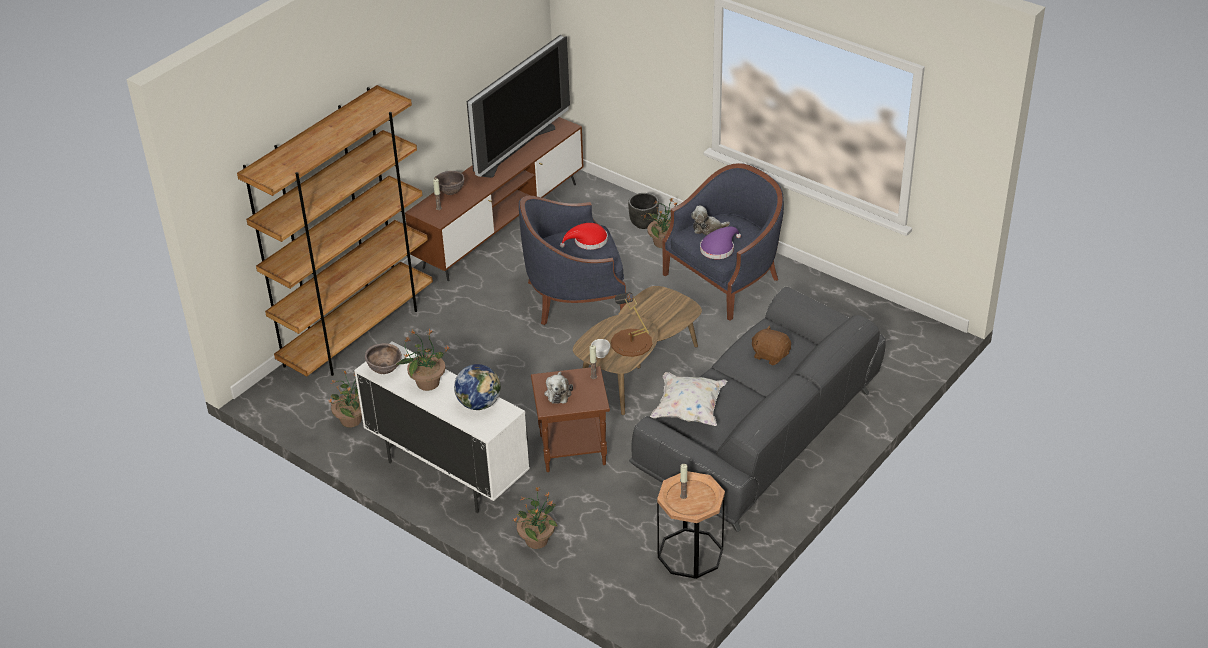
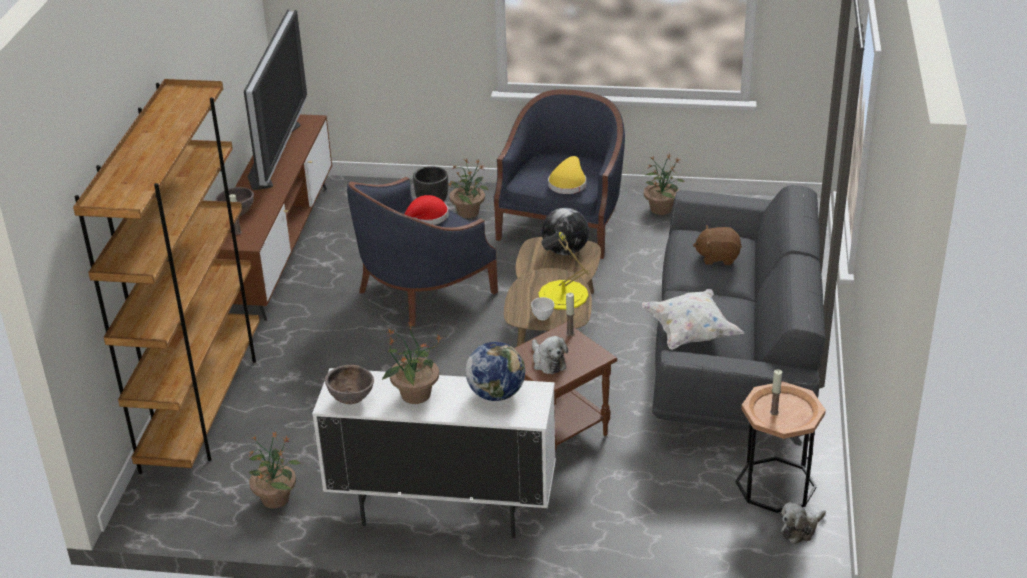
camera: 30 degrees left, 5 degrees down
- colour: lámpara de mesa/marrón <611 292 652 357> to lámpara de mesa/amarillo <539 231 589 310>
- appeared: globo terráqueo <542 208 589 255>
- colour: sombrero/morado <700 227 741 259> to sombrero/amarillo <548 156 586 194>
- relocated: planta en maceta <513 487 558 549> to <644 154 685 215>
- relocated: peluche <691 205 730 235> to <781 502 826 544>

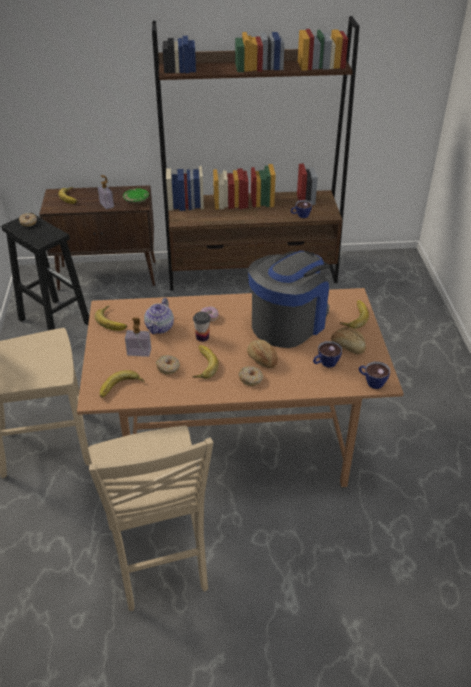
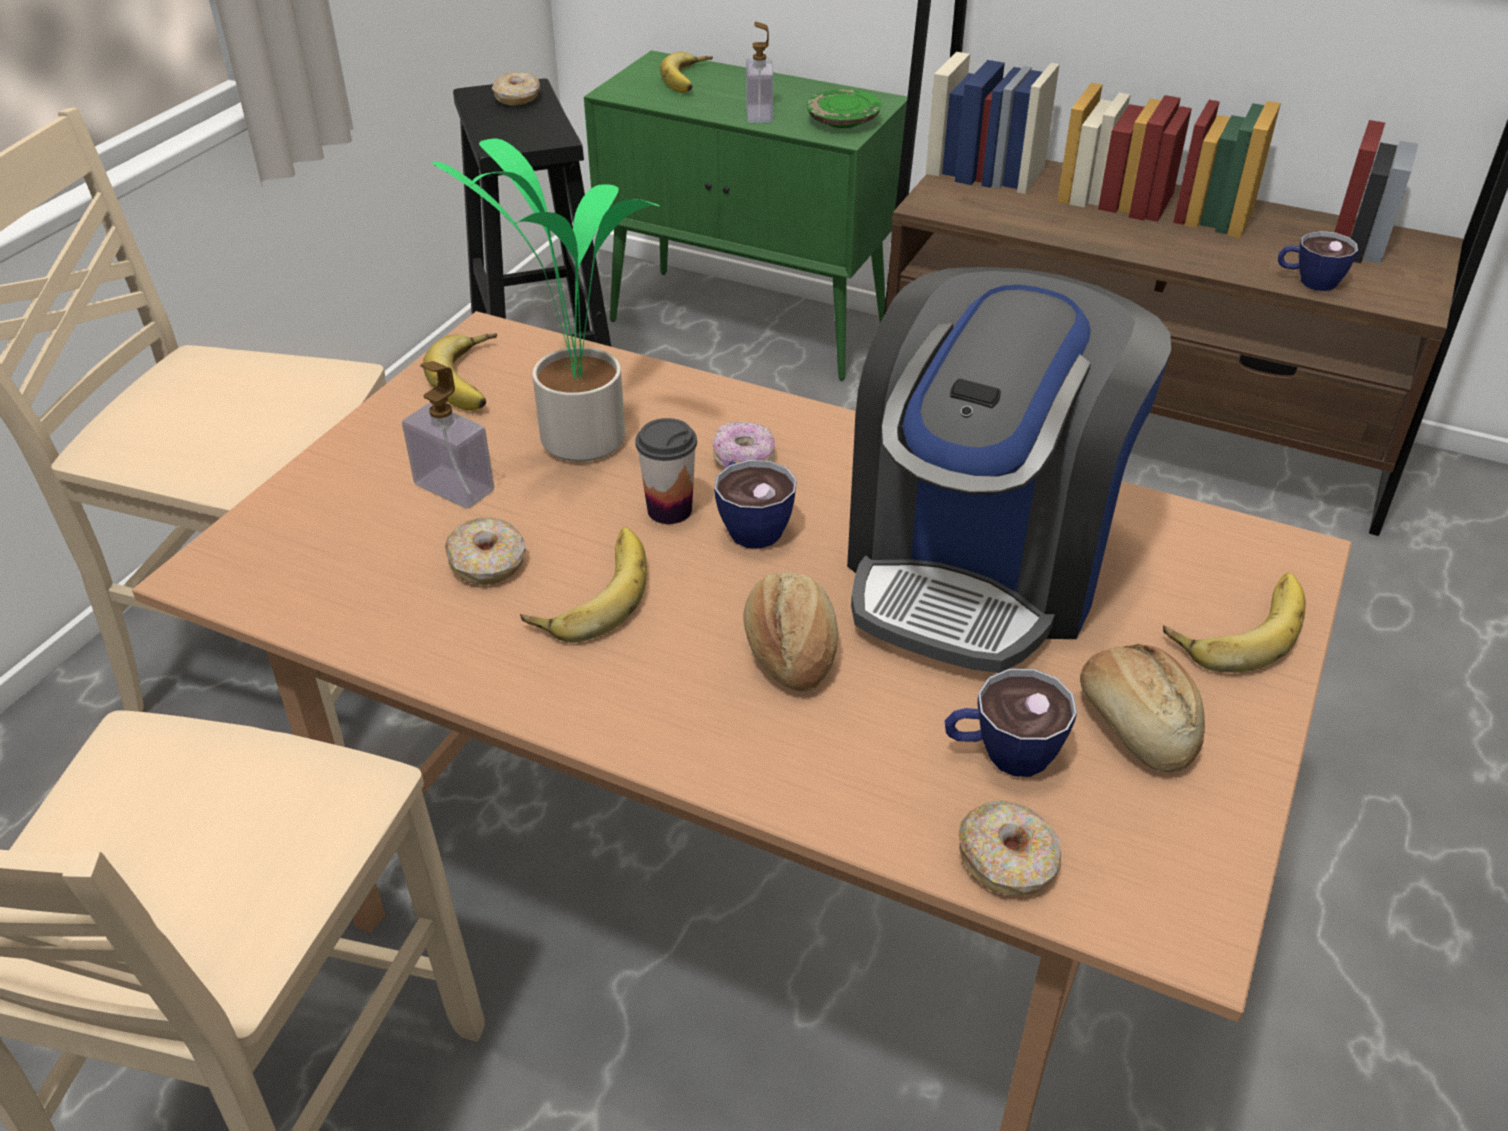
camera: 30 degrees right, 0 degrees up
- exchanged: tetera <144 298 174 334> to planta en maceta <432 139 660 462>
- colour: armario/marrón <39 185 156 291> to armario/verde <584 50 907 381>
- relocated: taza <359 362 390 389> to <714 460 797 549>
- spun: cafetera <248 251 330 348> = <847 267 1171 673> 135 degrees clockwise
- relocated: rosquilla <238 366 263 386> to <959 801 1061 895>
- missing: plátano <100 370 145 398>

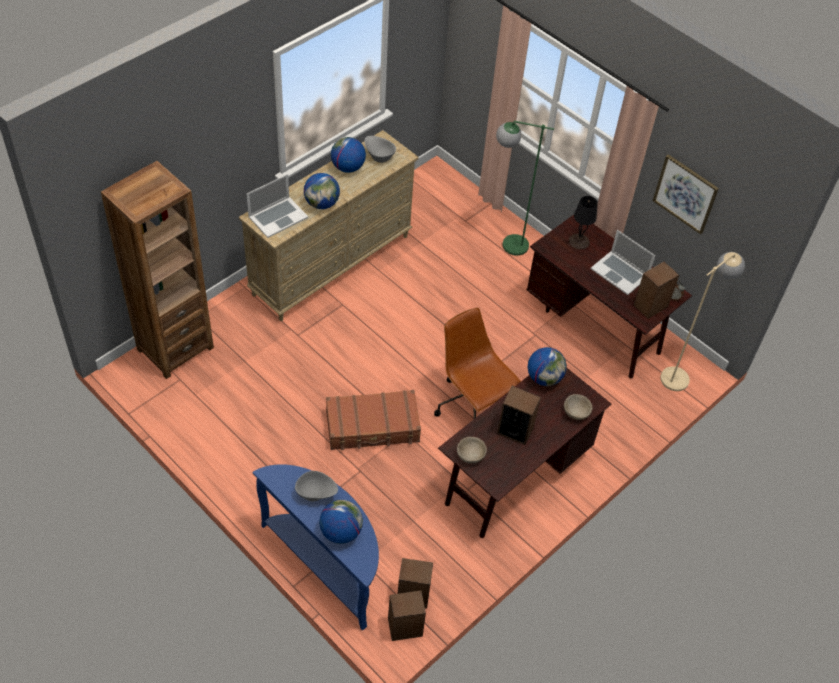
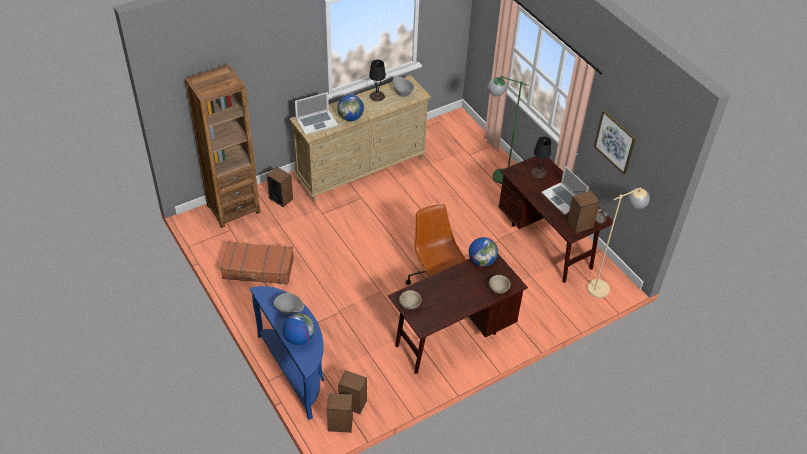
camera: 15 degrees right, 5 degrees down
- relocated: maleta/marrón <326 390 421 451> to <220 241 294 285>
- relocated: altavoz <497 386 541 445> to <267 167 293 207>
- exchanged: globo terráqueo <331 137 366 173> to lámpara de mesa/negro <369 59 386 102>

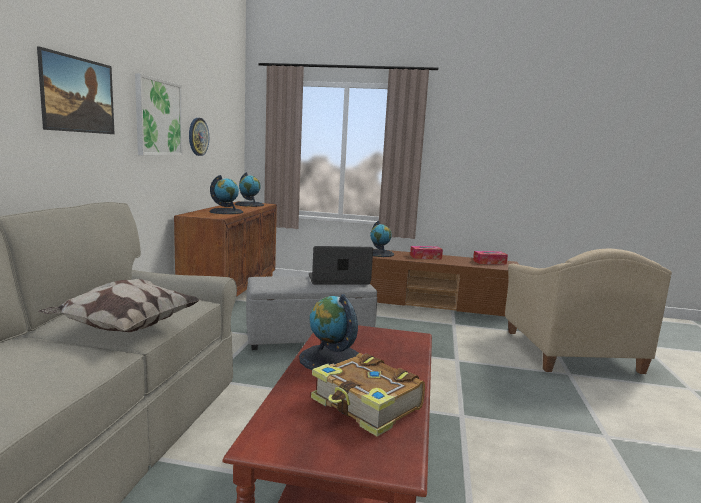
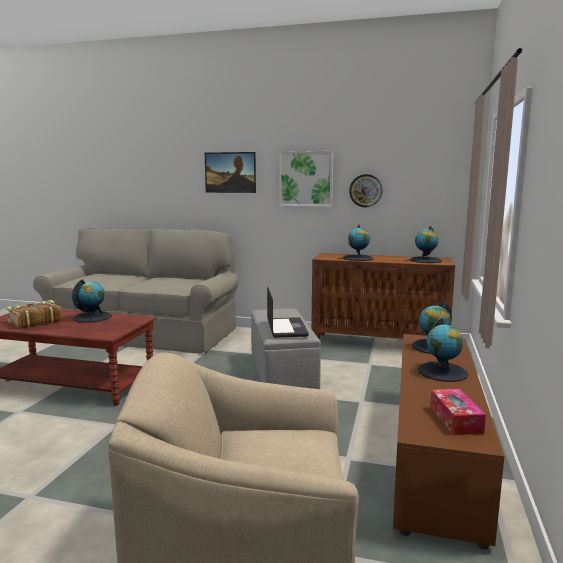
camera: 95 degrees right, 0 degrees up
- exchanged: caja de pañuelos <410 246 443 259> to globo terráqueo <418 318 468 382>
- missing: cojín <38 279 200 332>

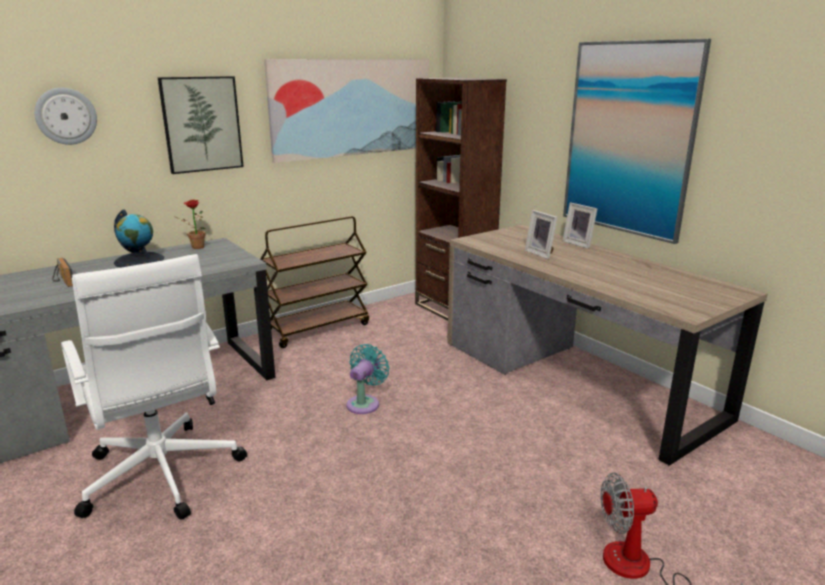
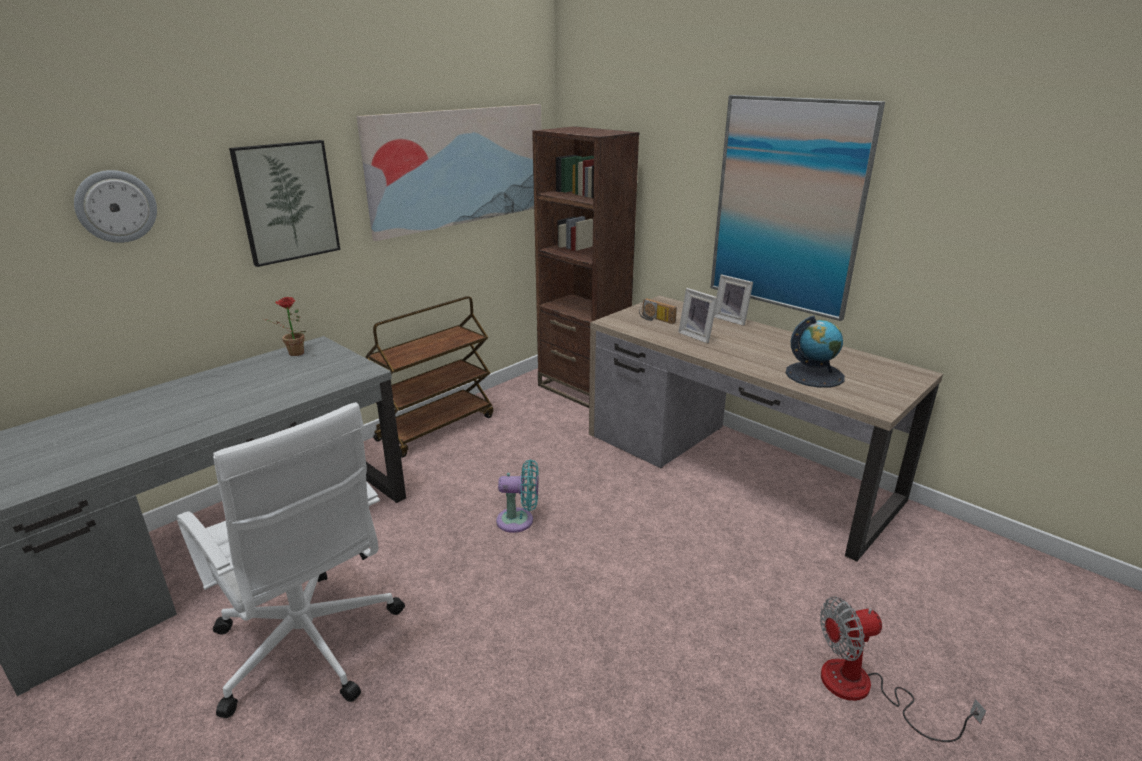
camera: 10 degrees left, 5 degrees up
- spun: ventilador/turquesa <346 344 390 414> = <496 459 539 533> 75 degrees clockwise
- relocated: radio <52 258 73 287> to <639 298 677 324>
- relocated: globo terráqueo <114 209 164 268> to <786 316 845 388>

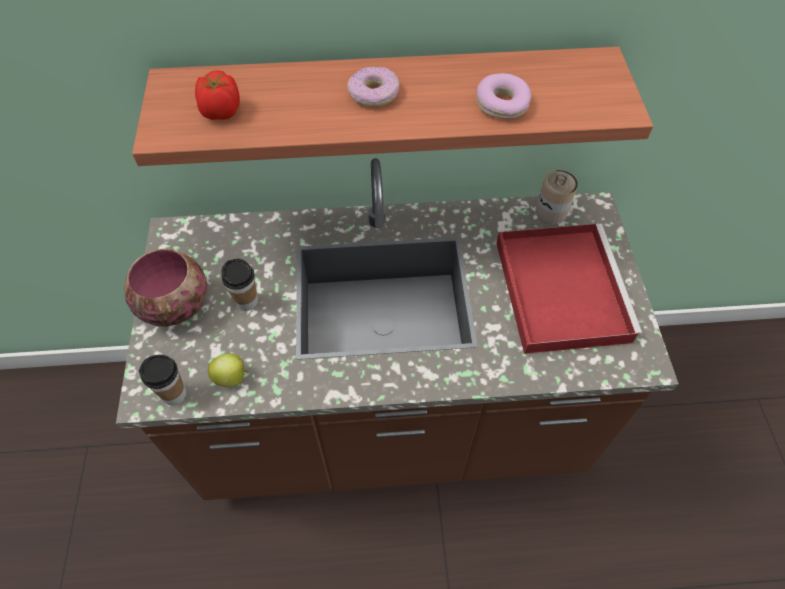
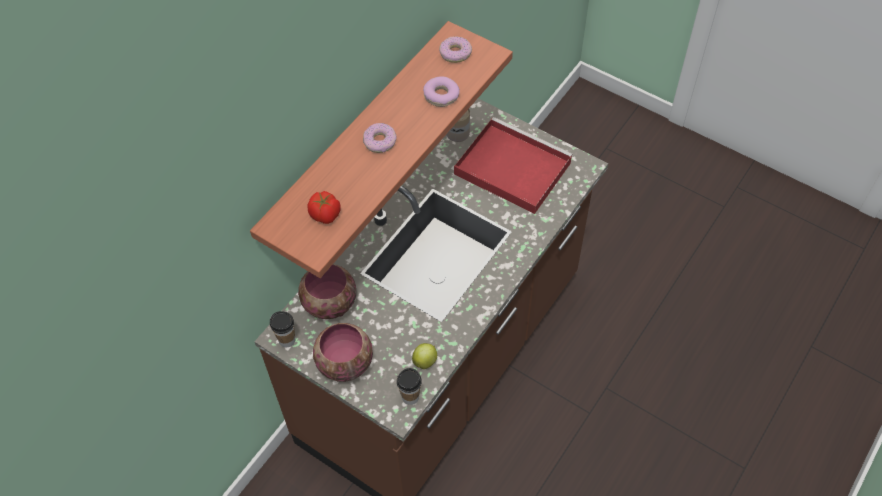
camera: 50 degrees left, 0 degrees up
- relocated: taza <221 258 258 311> to <270 311 295 347>
- appeared: cuenco <298 264 356 319>
- appeared: rosquilla <439 36 472 63>

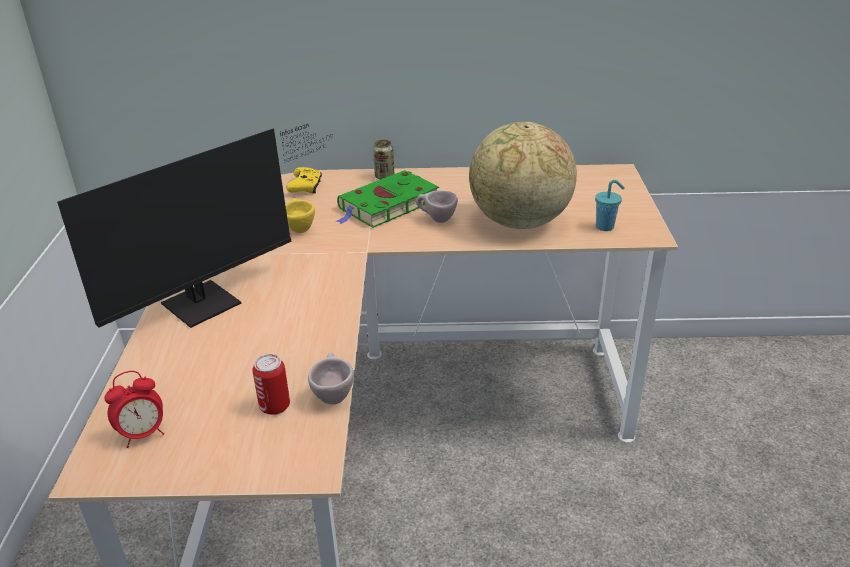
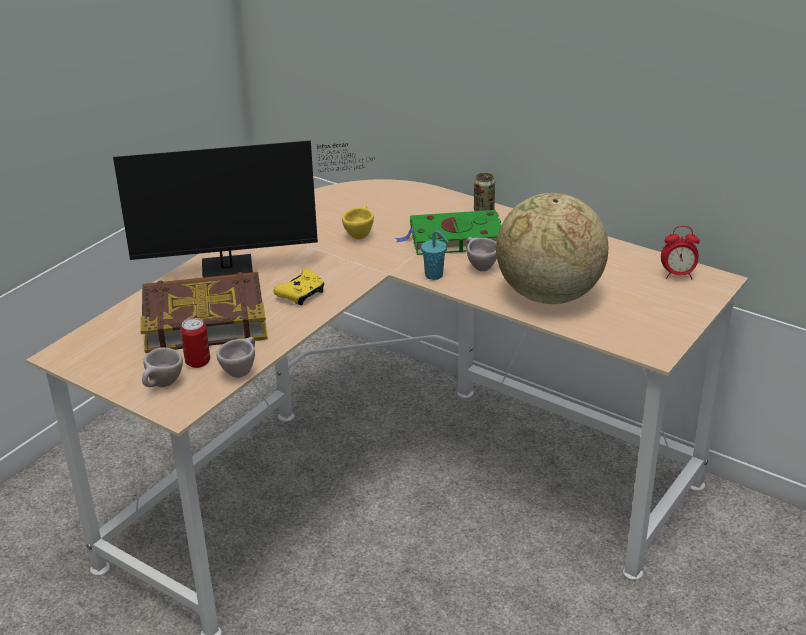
camera: 35 degrees right, 0 degrees up
- appeared: libro <140 272 268 353>
- appeared: taza/beis <142 348 183 387>
- relocated: mando de consola/amarillo <286 167 322 194> to <273 269 324 306>
- relocated: taza/turquesa <595 180 625 231> to <421 230 448 280>
- relocated: despertador <104 371 165 448> to <661 226 700 280>

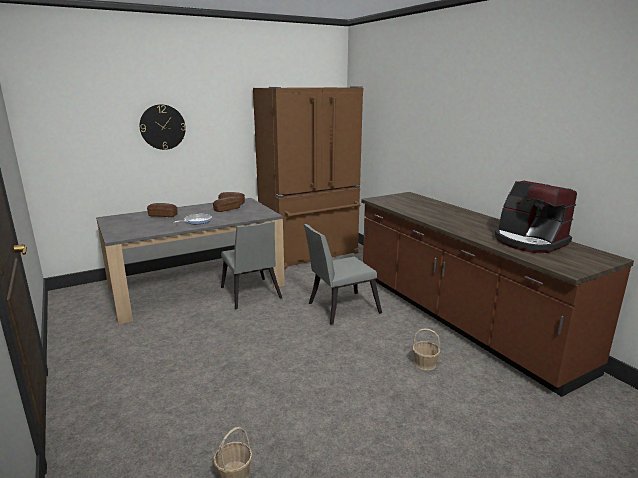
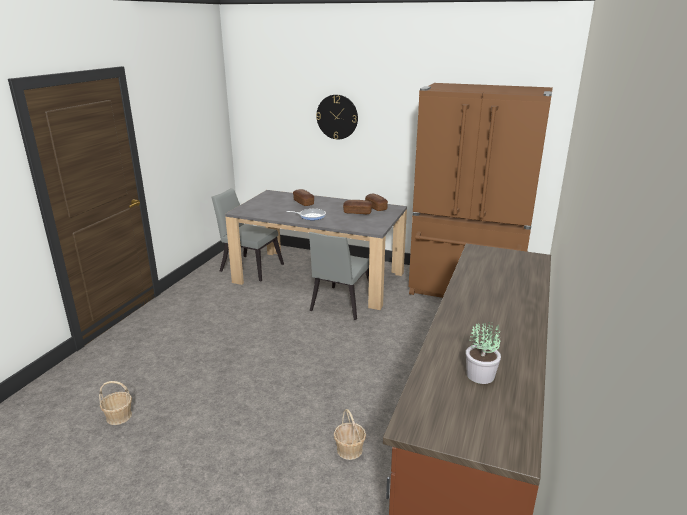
camera: 50 degrees right, 5 degrees up
- relocated: silla/gris <304 224 382 325> to <211 188 284 281>
- exchanged: cafetera <495 181 577 253> to planta en maceta <466 322 501 384>

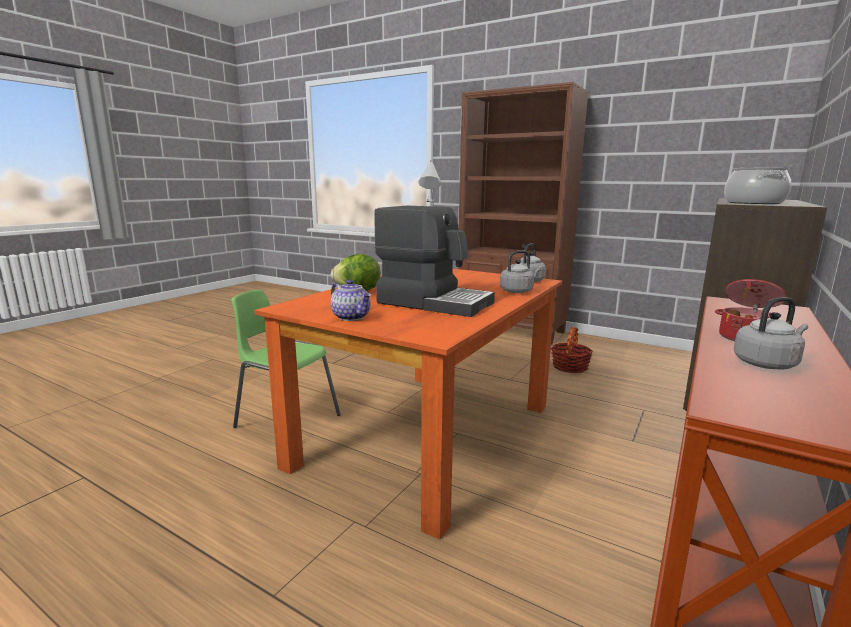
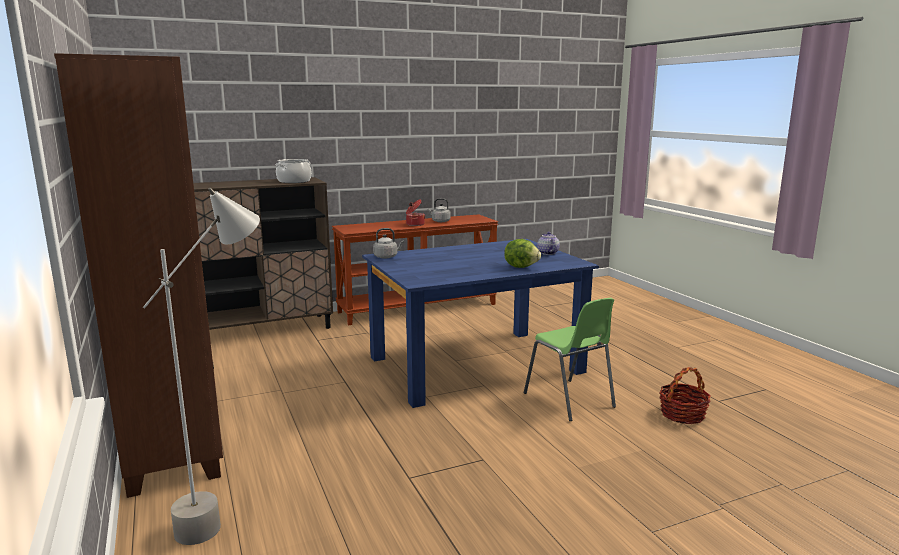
camera: 145 degrees left, 0 degrees up
- colour: mesa de comedor/naranja <254 269 562 539> to mesa de comedor/azul <362 239 599 408>
- relocated: cesta <551 327 593 373> to <659 367 711 424>
- missing: cafetera <374 206 495 317>
- missing: hervidor/gris <500 250 541 293>

